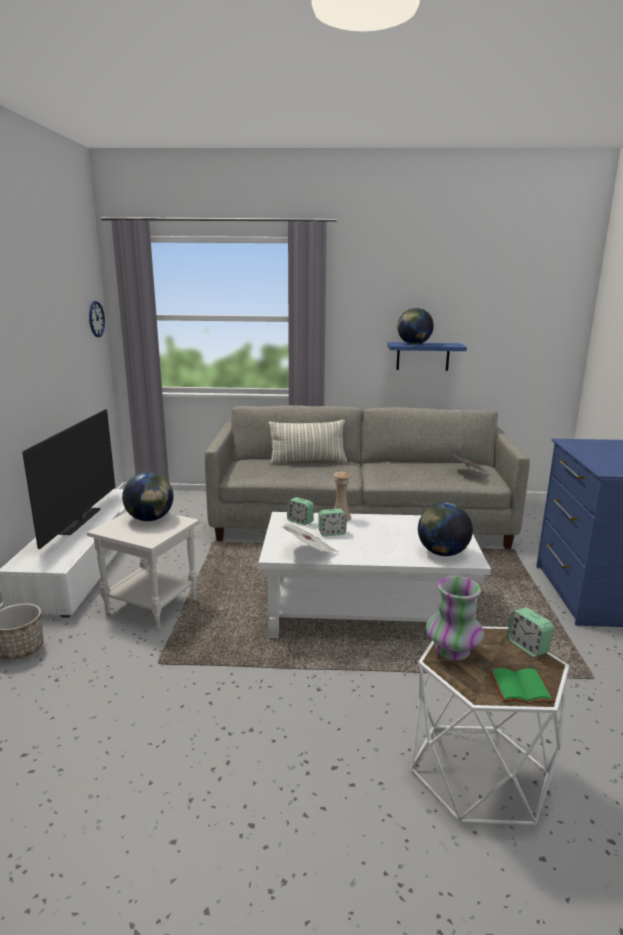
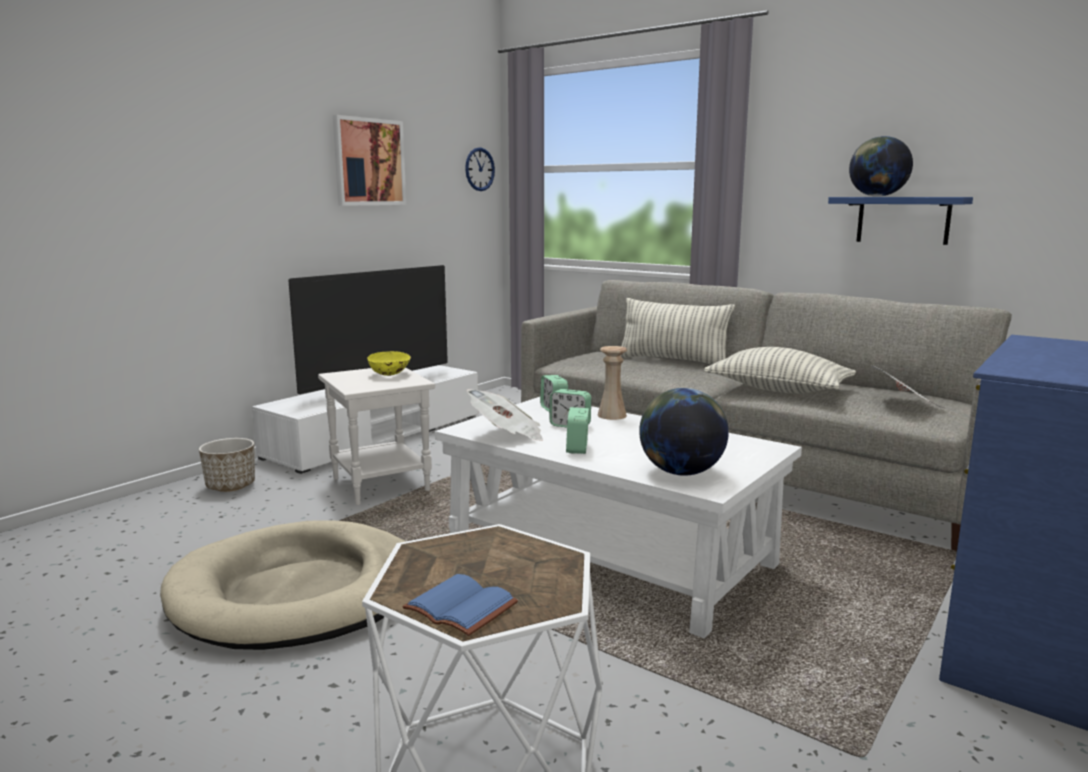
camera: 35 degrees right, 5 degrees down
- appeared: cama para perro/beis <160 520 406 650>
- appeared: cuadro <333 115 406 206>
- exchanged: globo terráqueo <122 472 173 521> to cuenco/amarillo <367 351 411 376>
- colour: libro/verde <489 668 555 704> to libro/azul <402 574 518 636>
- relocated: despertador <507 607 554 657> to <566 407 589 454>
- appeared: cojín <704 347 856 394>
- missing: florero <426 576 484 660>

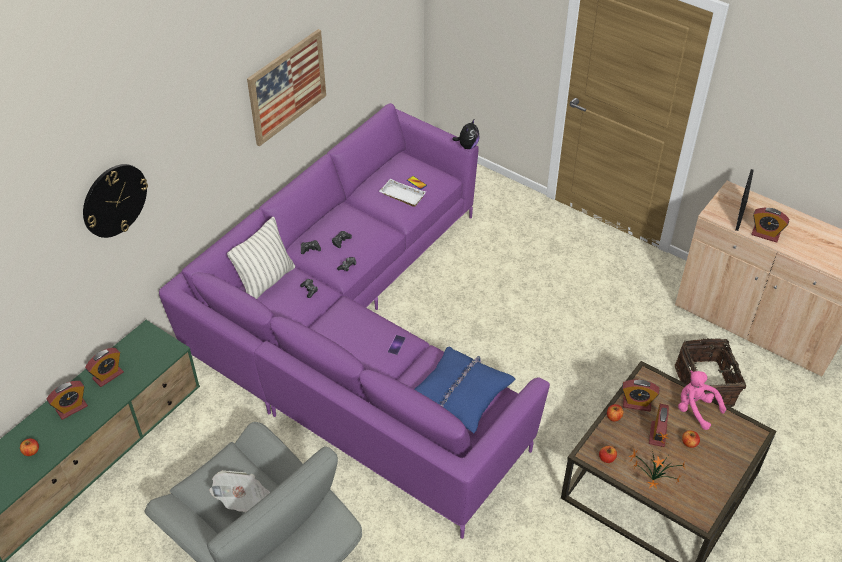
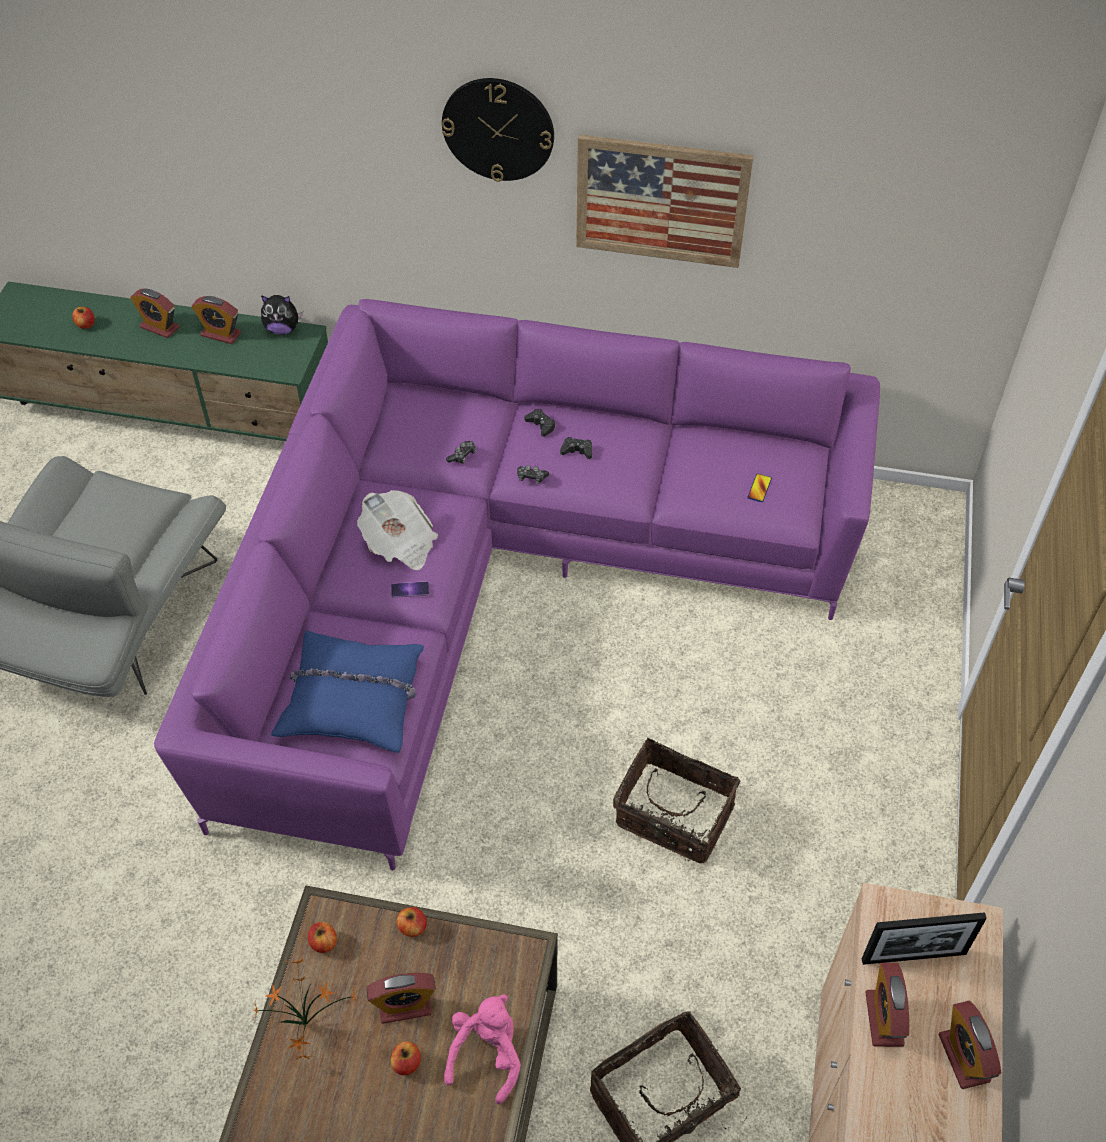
camera: 65 degrees right, 5 degrees up
- relocated: peluche <452 118 480 149> to <261 295 303 335>
- relocated: periódico <209 470 270 512> to <357 490 438 570>
- relocated: reloj de pared <83 164 148 238> to <442 78 554 182>
- appeared: cesta <613 738 740 863>
- relocated: despertador <622 379 659 412> to <939 1000 1002 1089>
- missing: cojín <227 217 295 299>
- missing: bandeja/blanco <379 179 426 207>

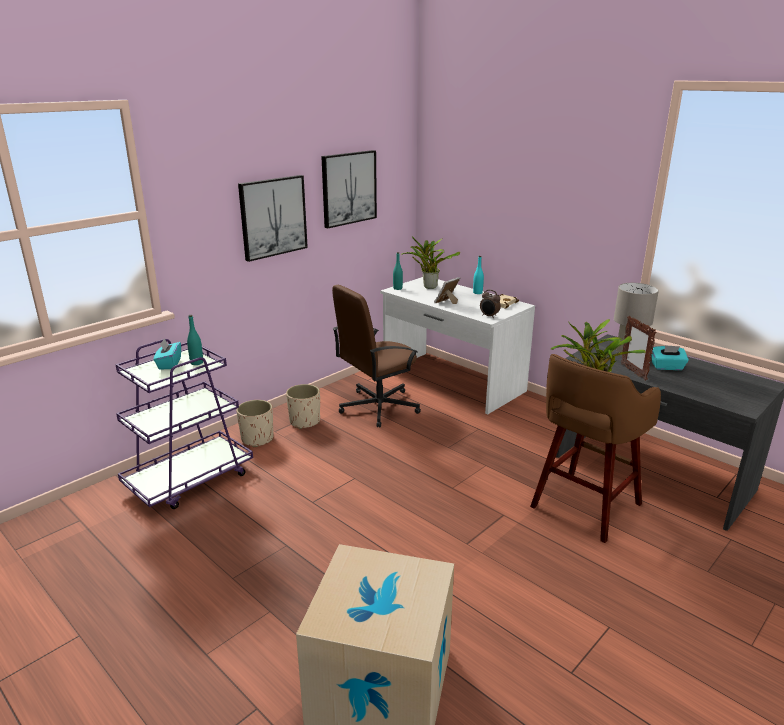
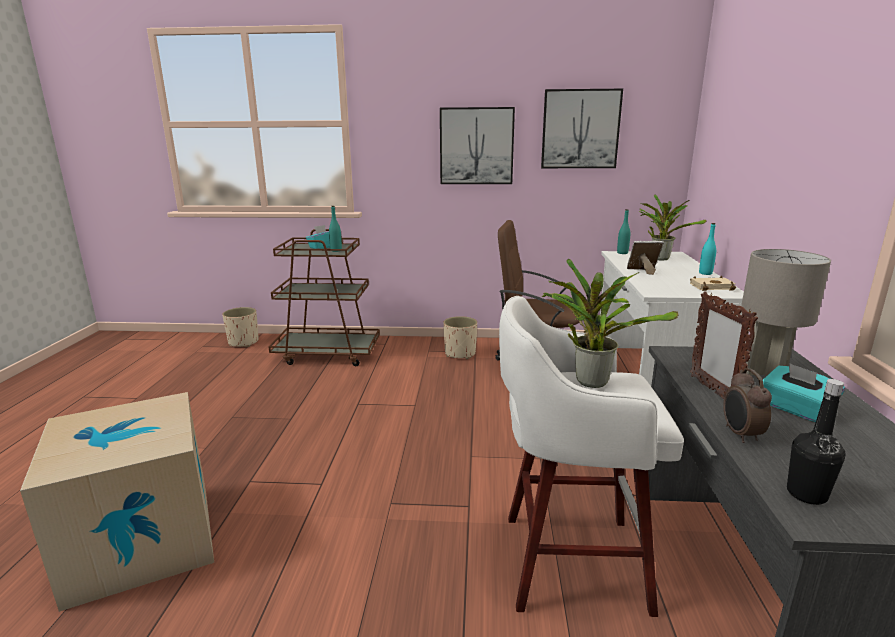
camera: 50 degrees right, 5 degrees down
- relocated: maceta/beis <236 400 273 447> to <222 307 259 347>
- colour: carrito/morado <115 339 253 509> to carrito/marrón <268 229 380 366>
- colour: taburete/marrón <530 354 661 543> to taburete/blanco <499 296 684 617>
- spun: portarretratos <621 316 656 381> = <690 291 758 399> 45 degrees counterclockwise
- relocated: despertador <480 290 501 317> to <723 368 772 443>
- appeared: botella/negro <787 379 845 505>

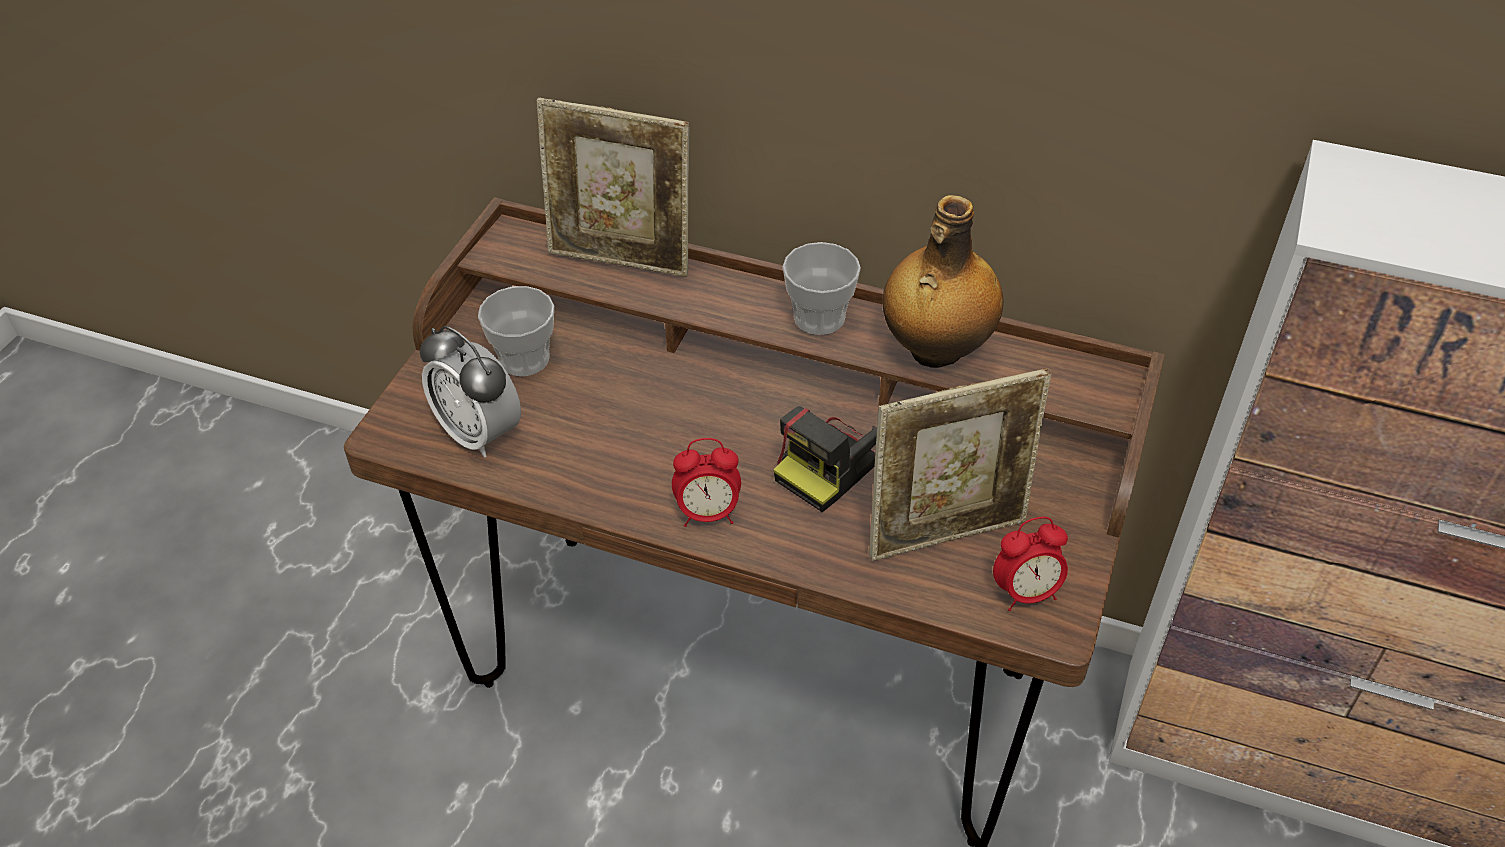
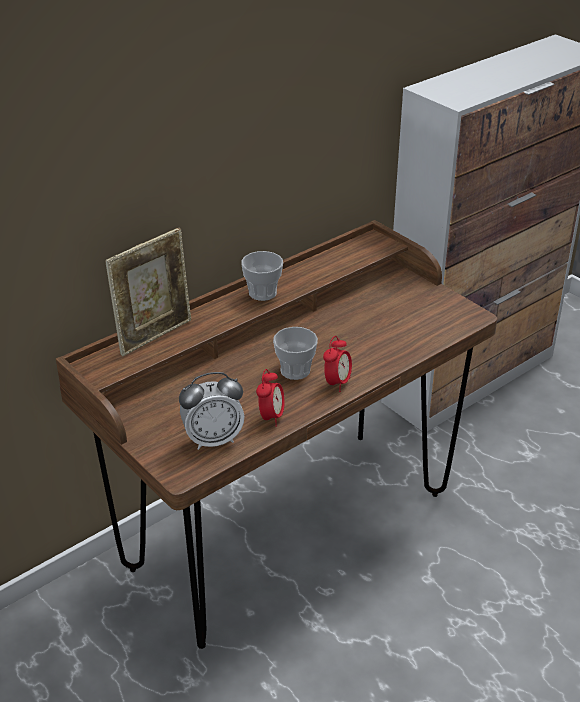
camera: 60 degrees left, 10 degrees down
- relocated: despertador <993 517 1068 611> to <256 369 285 427>
- relocated: taza <478 286 554 376> to <273 327 318 380>
- missing: cámara <773 406 877 512>
- missing: portarretratos <869 368 1052 561>
- missing: botella <883 195 1003 368>

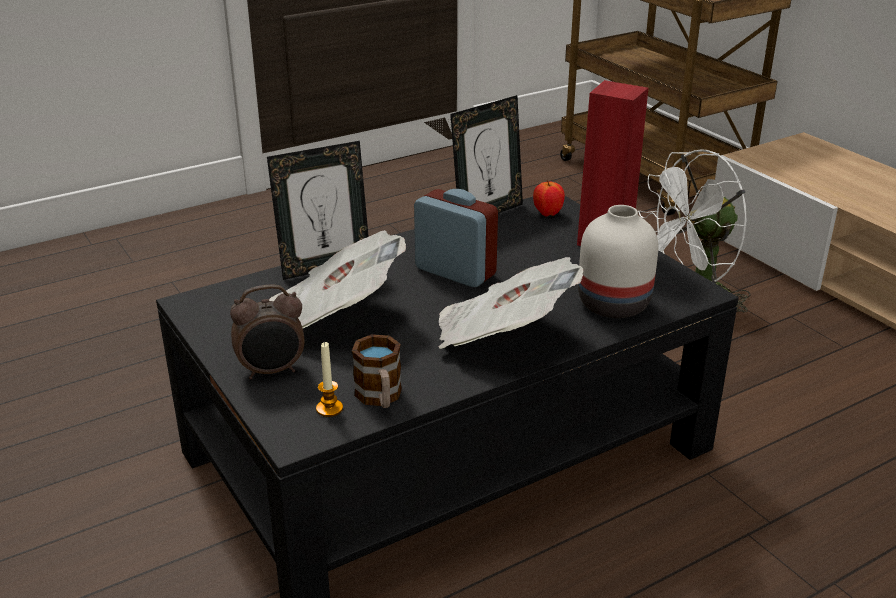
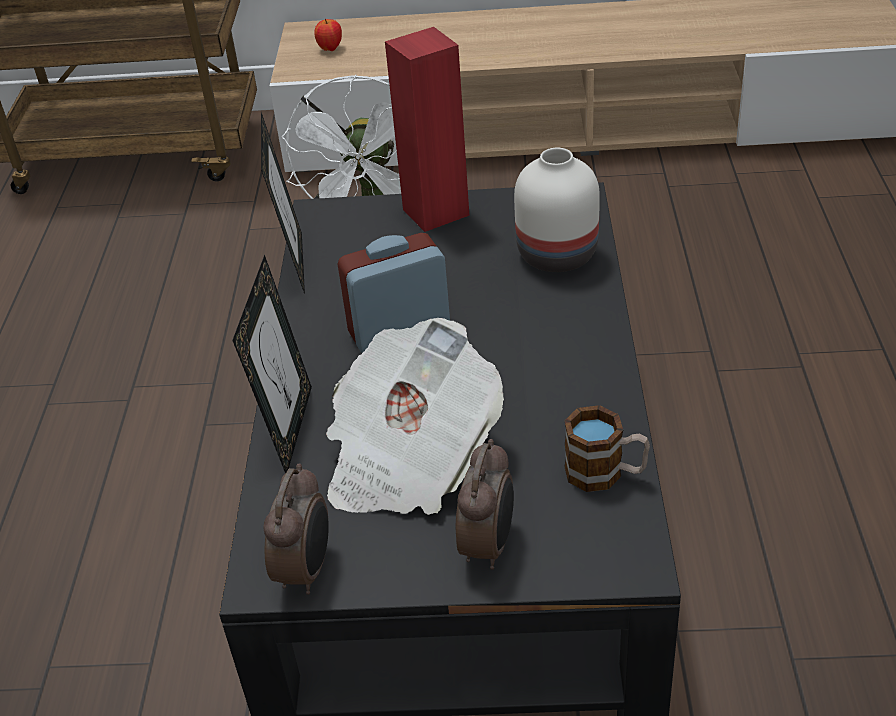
camera: 55 degrees left, 10 degrees up
- appeared: despertador <263 463 329 595>
- relocated: manzana <533 180 565 216> to <314 19 342 51>
- missing: vela <316 342 343 417>
- missing: periódico <439 257 583 349>

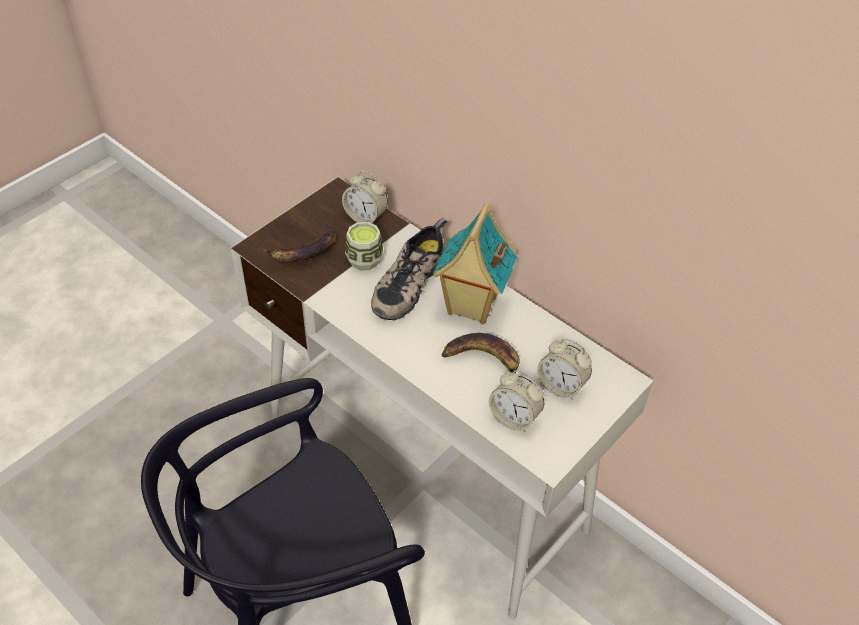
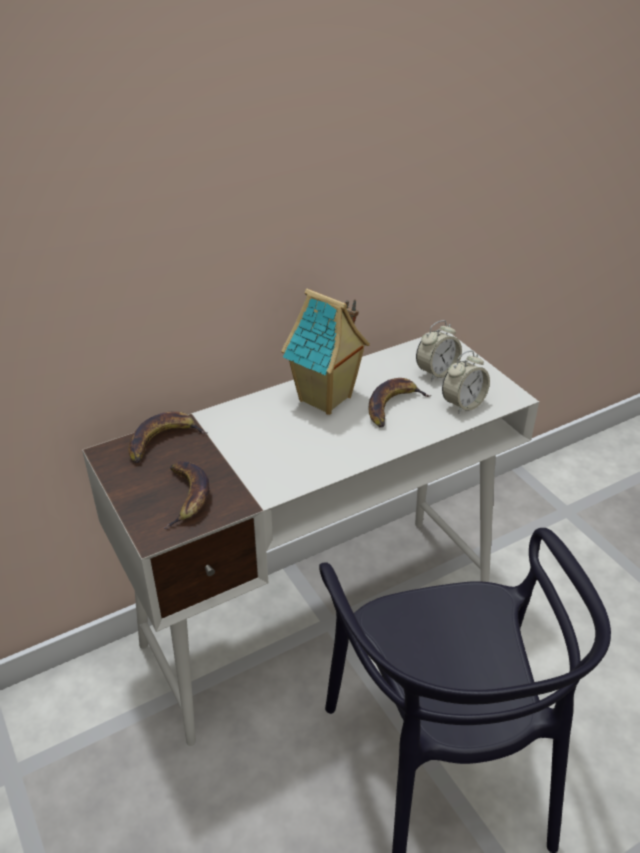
camera: 70 degrees left, 10 degrees down
- exchanged: despertador <342 170 388 224> to plátano <128 411 207 463>
- missing: taza <345 222 383 271>
- missing: zapato <371 218 447 321>

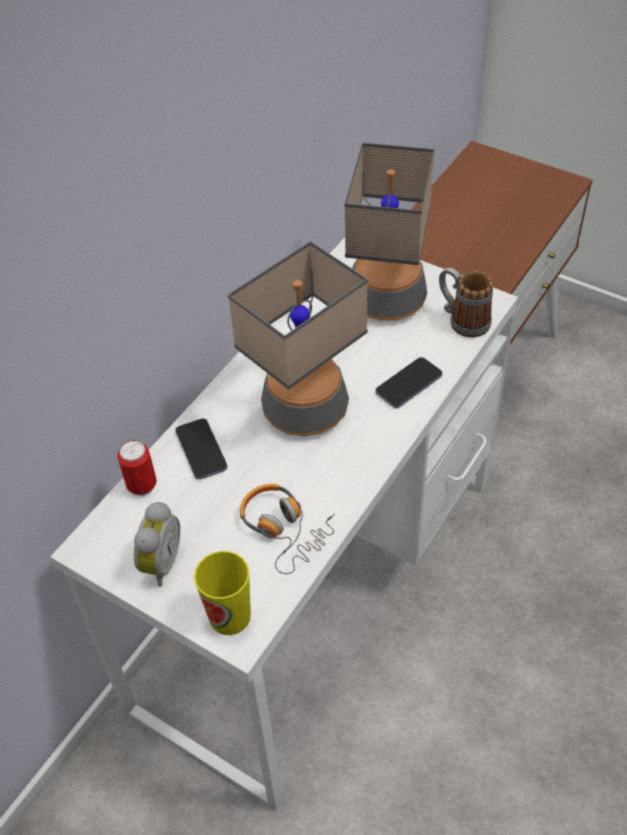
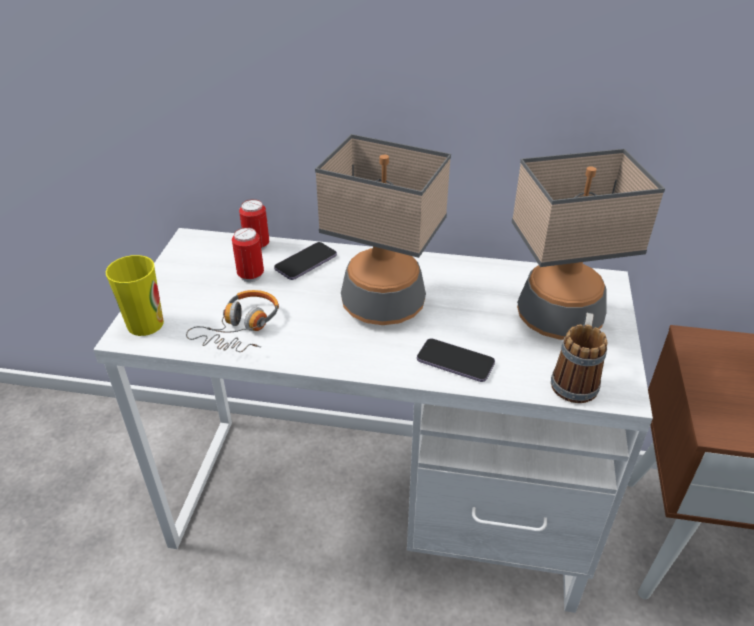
camera: 65 degrees right, 10 degrees down
- appeared: lata <232 227 264 282>
- missing: despertador <134 502 180 587>

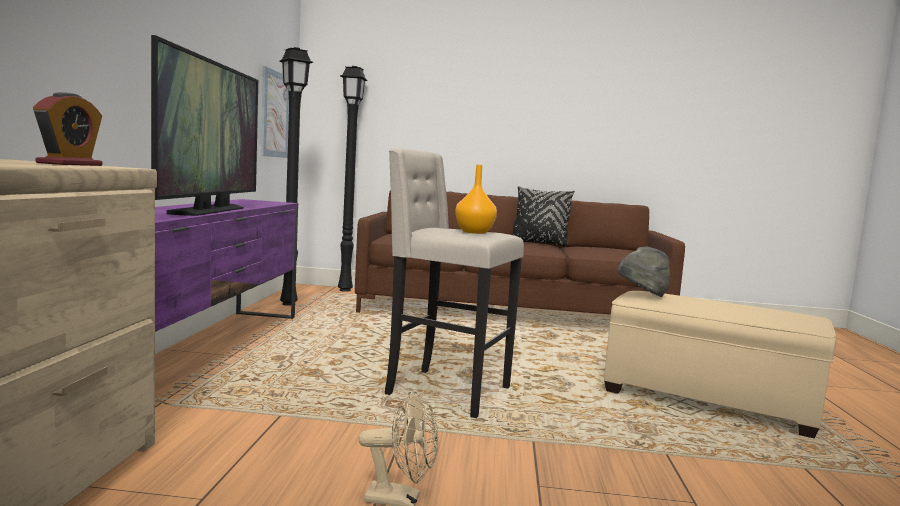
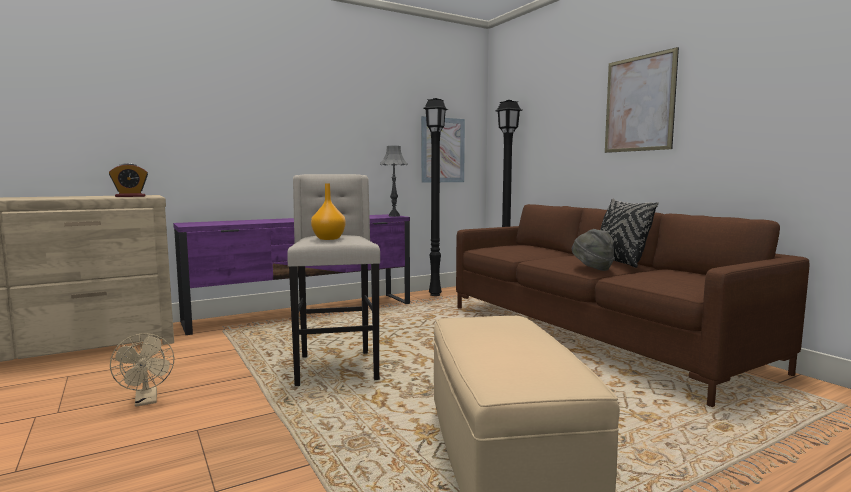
camera: 55 degrees right, 0 degrees up
- appeared: lámpara de mesa/gris <380 146 408 217>
- relocated: sombrero/gris <618 247 670 297> to <572 229 614 271>
- appeared: cuadro <605 47 679 153>
- missing: televisor <151 35 258 216>

